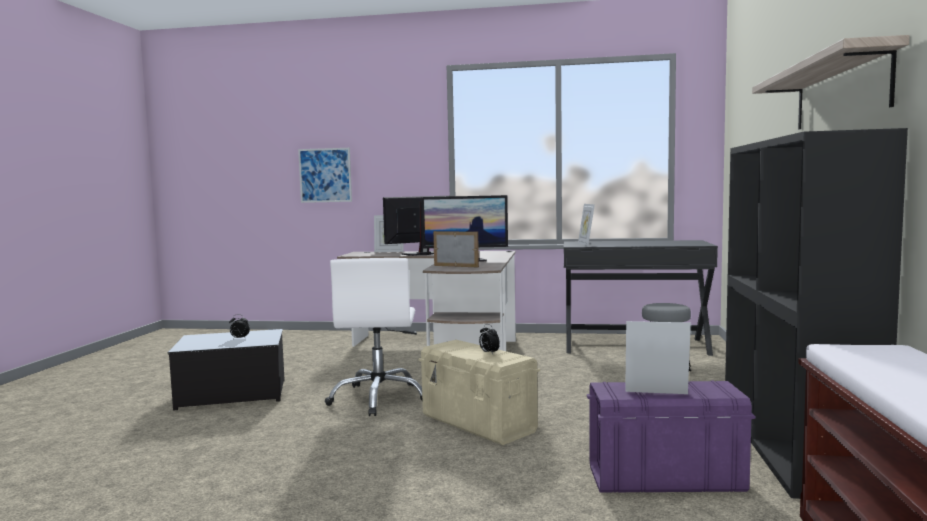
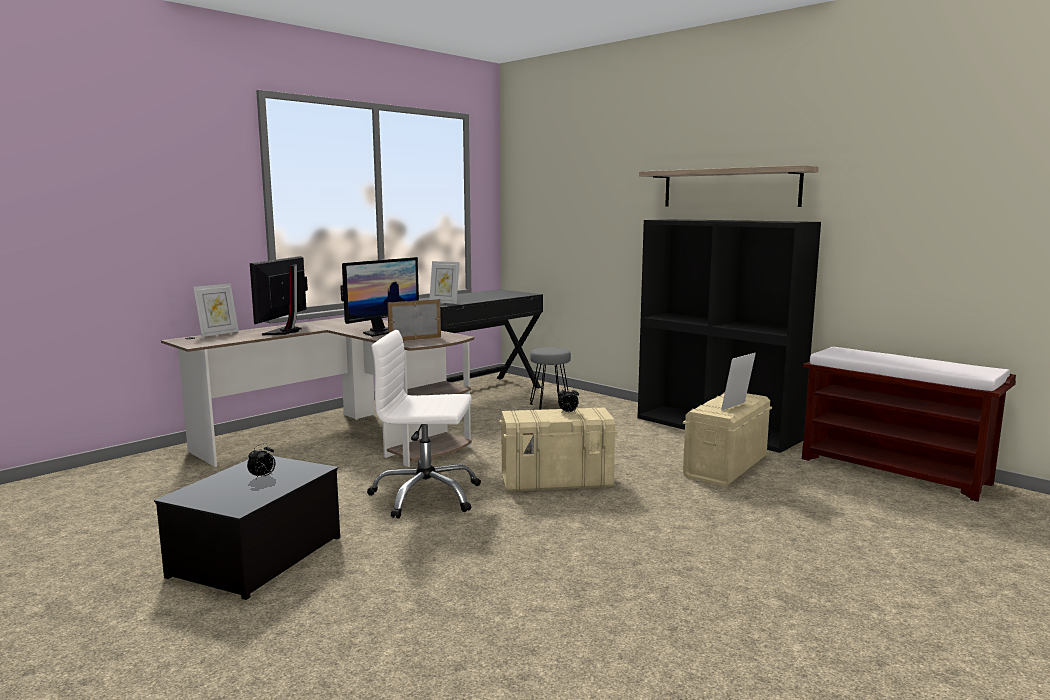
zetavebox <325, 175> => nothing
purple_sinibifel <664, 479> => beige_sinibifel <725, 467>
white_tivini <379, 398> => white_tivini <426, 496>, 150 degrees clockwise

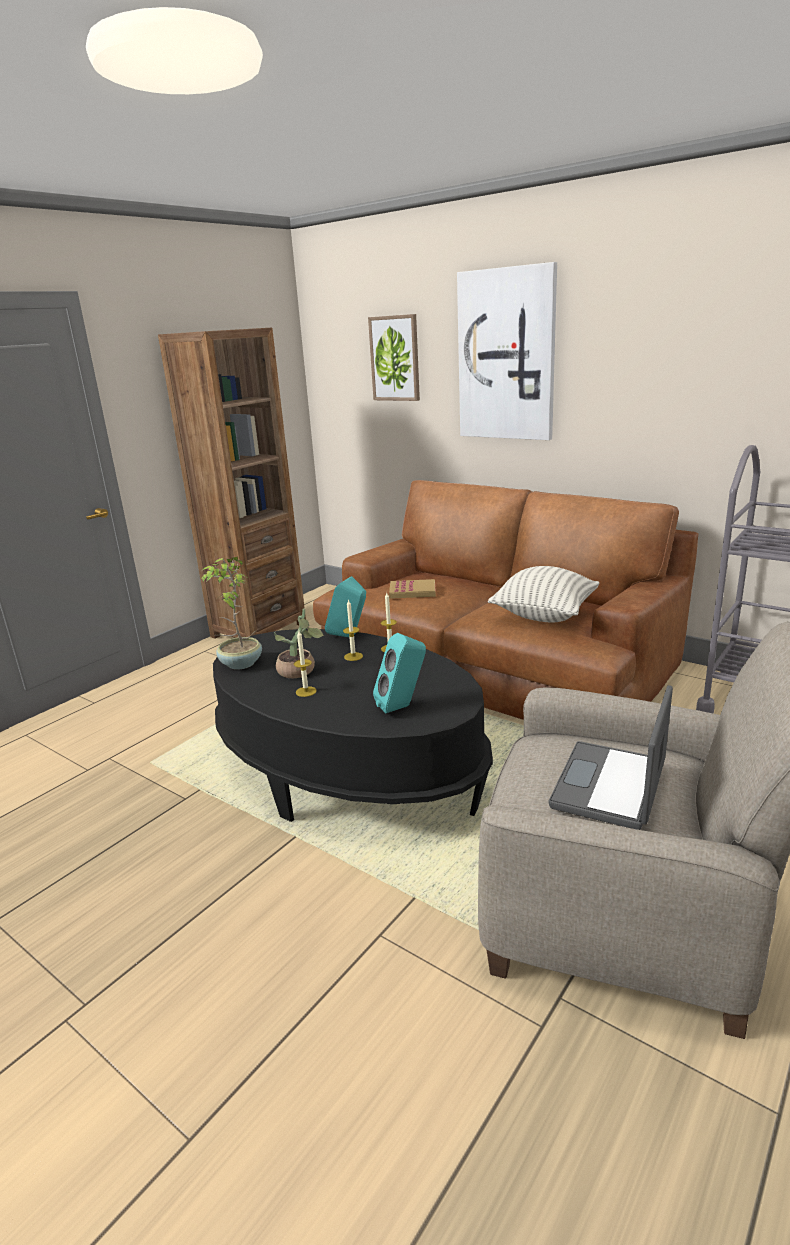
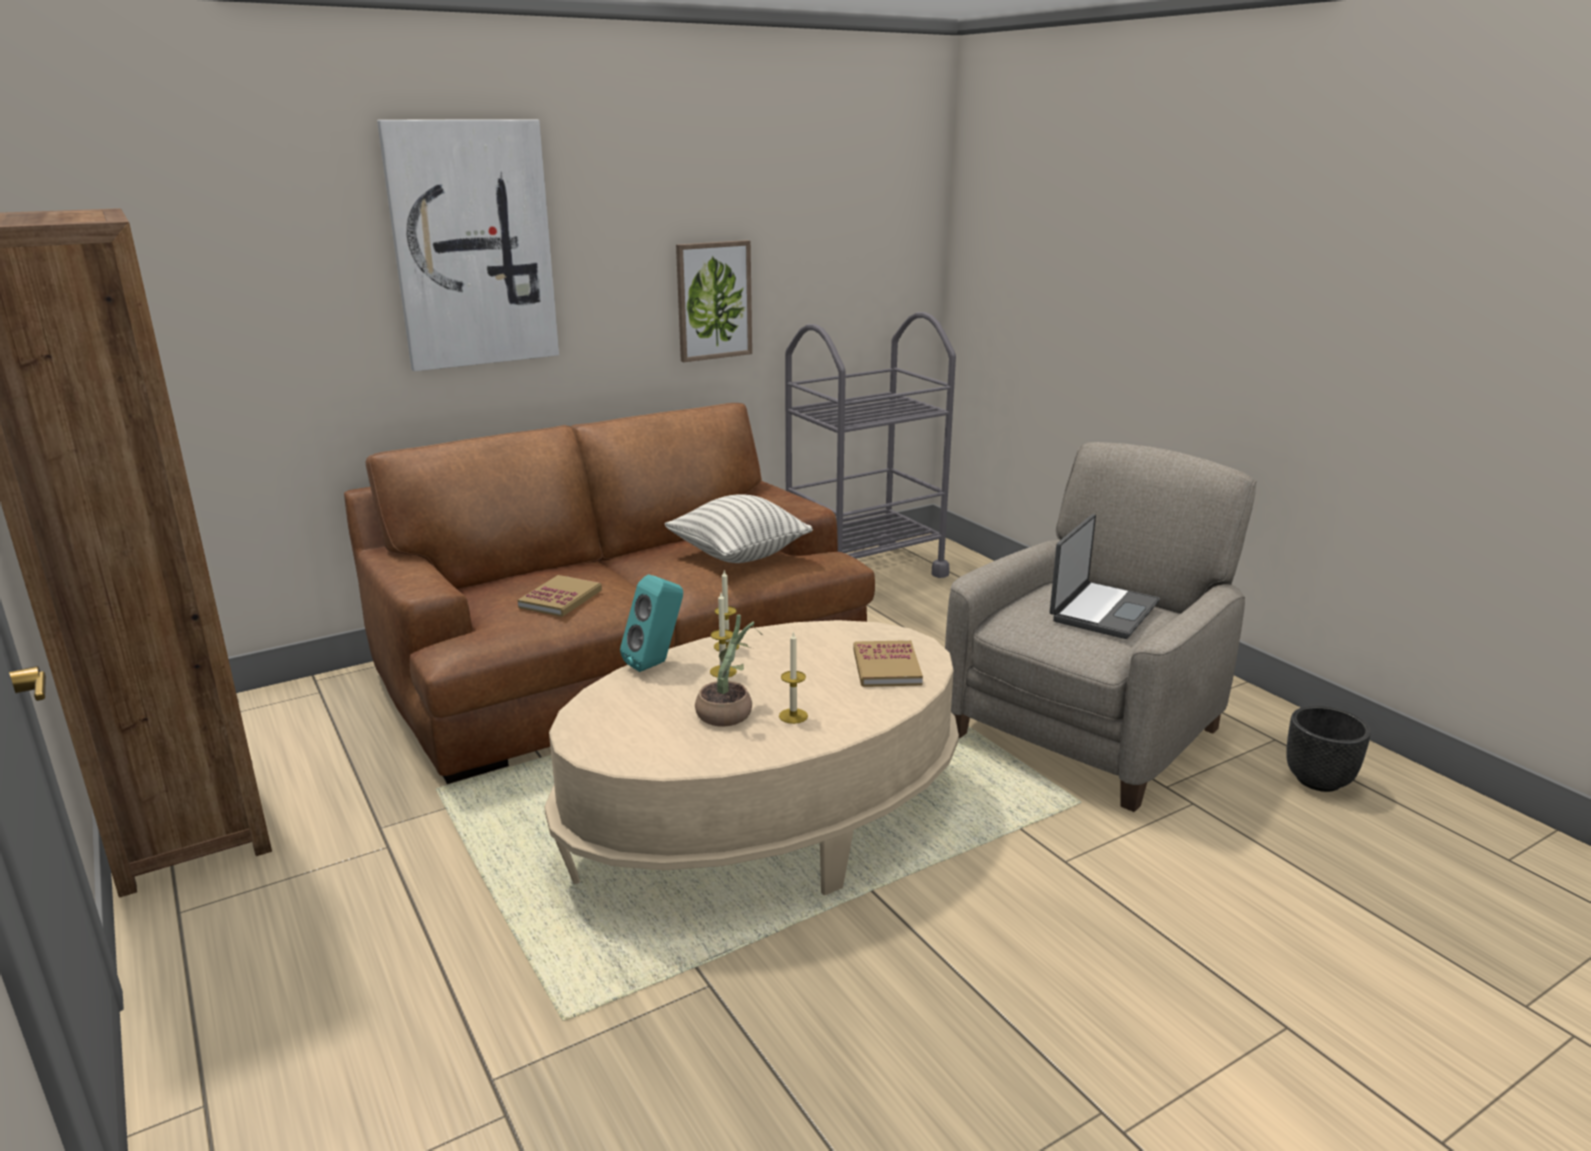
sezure <240, 664> => nothing
nothing => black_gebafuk <1319, 780>
zetavebox <395, 358> => zetavebox <713, 300>, moved
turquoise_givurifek <402, 707> => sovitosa <886, 667>
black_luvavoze <348, 772> => beige_luvavoze <765, 824>
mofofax <611, 786> => mofofax <1102, 611>, 105 degrees counterclockwise

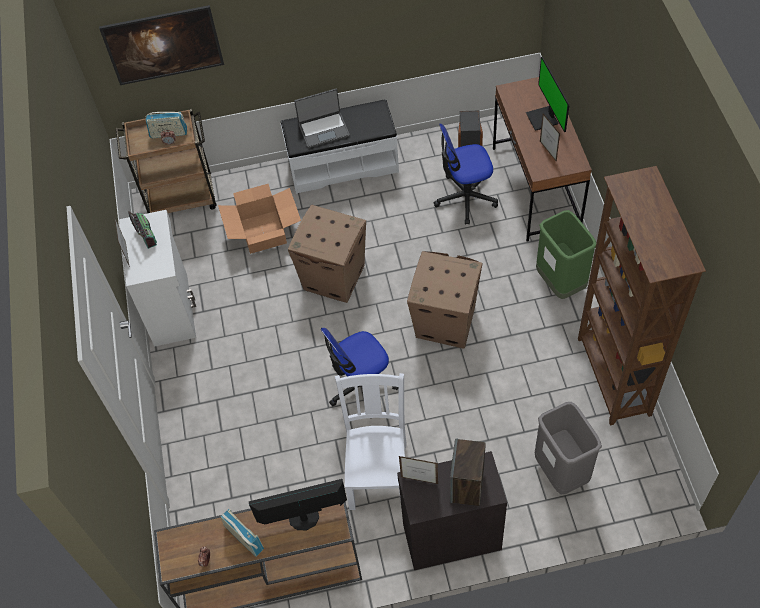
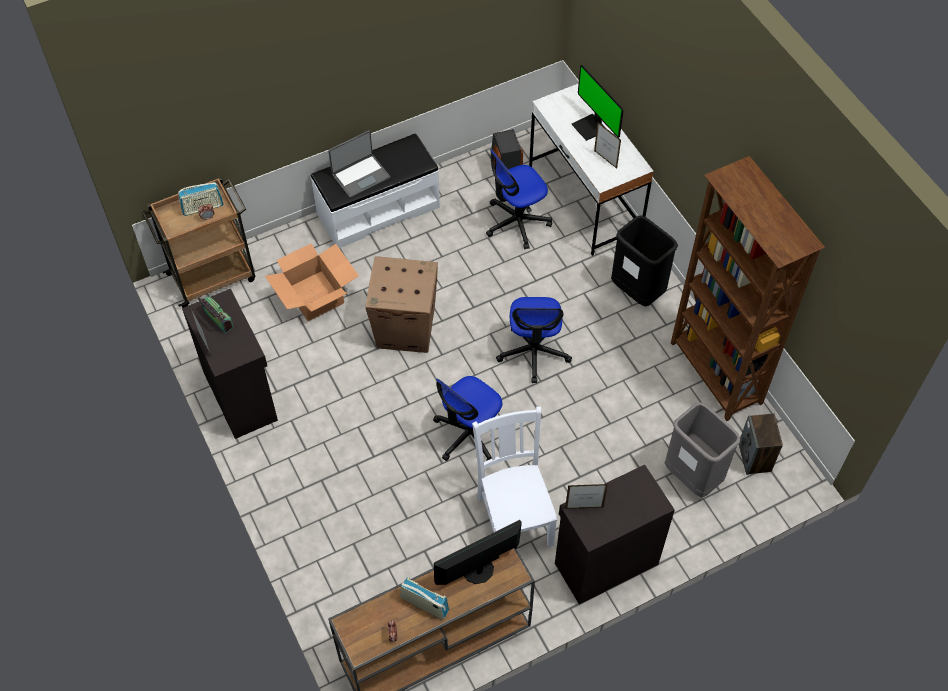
zetavebox <167, 59> => nothing
givurifek <467, 486> => givurifek <755, 458>, moved
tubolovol <444, 322> => tivini <533, 352>
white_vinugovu <172, 308> => black_vinugovu <241, 395>
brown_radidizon <535, 188> => white_radidizon <584, 200>
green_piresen <560, 283> => black_piresen <637, 291>

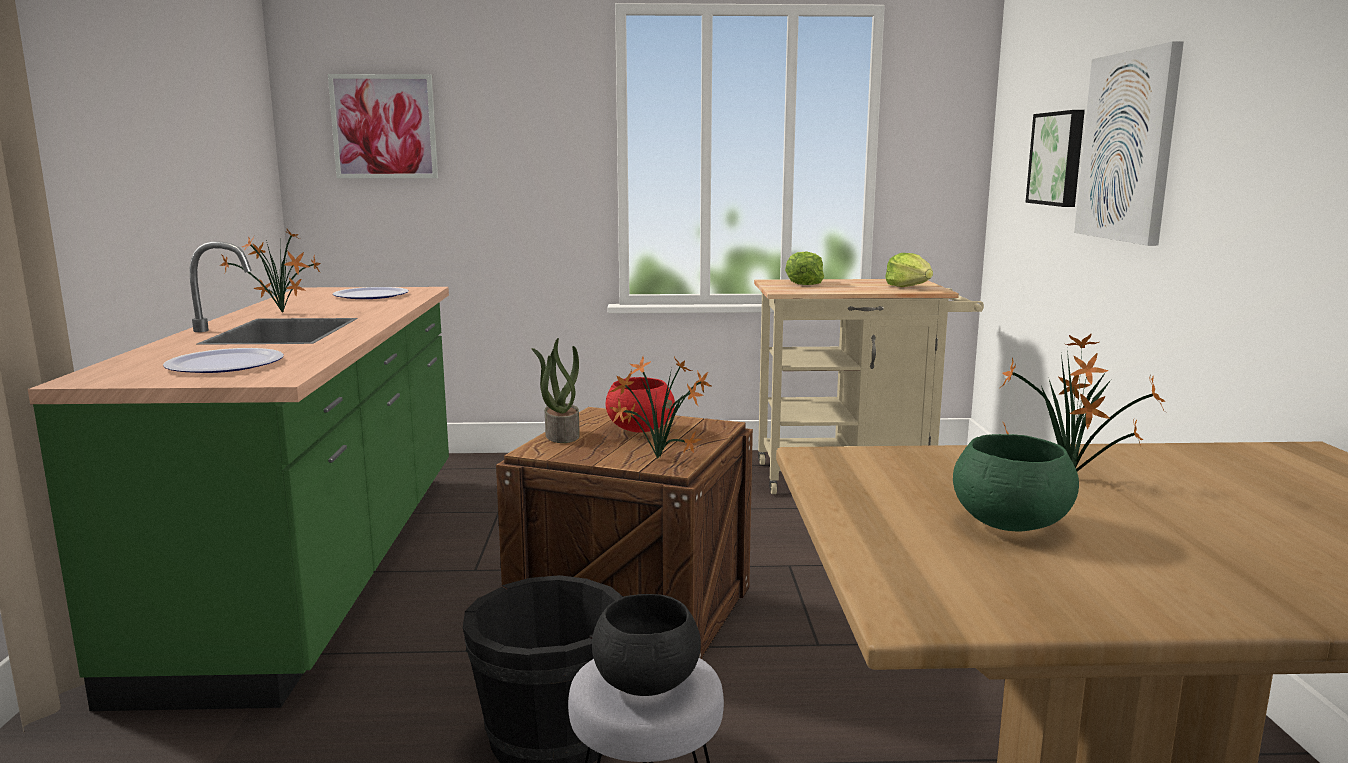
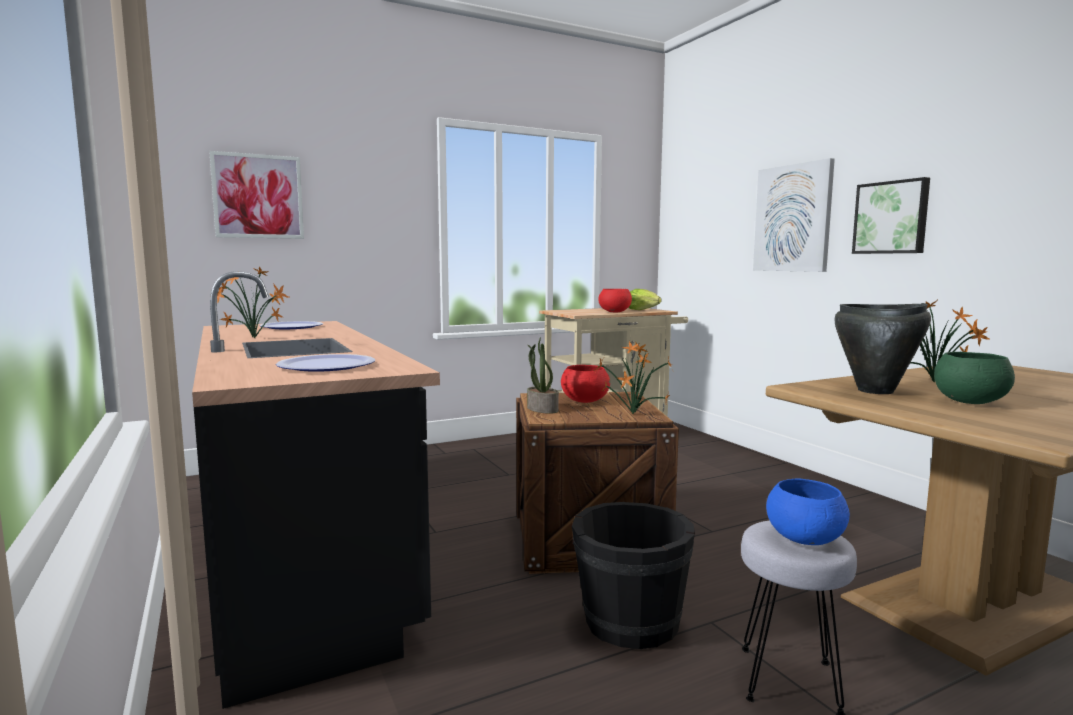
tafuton <804, 283> => nothing
nothing => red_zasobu <615, 312>
nothing => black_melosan <876, 391>
zetavebox <1058, 158> => zetavebox <891, 217>, moved
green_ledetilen <321, 565> => black_ledetilen <302, 552>
black_zasobu <645, 683> => blue_zasobu <803, 539>

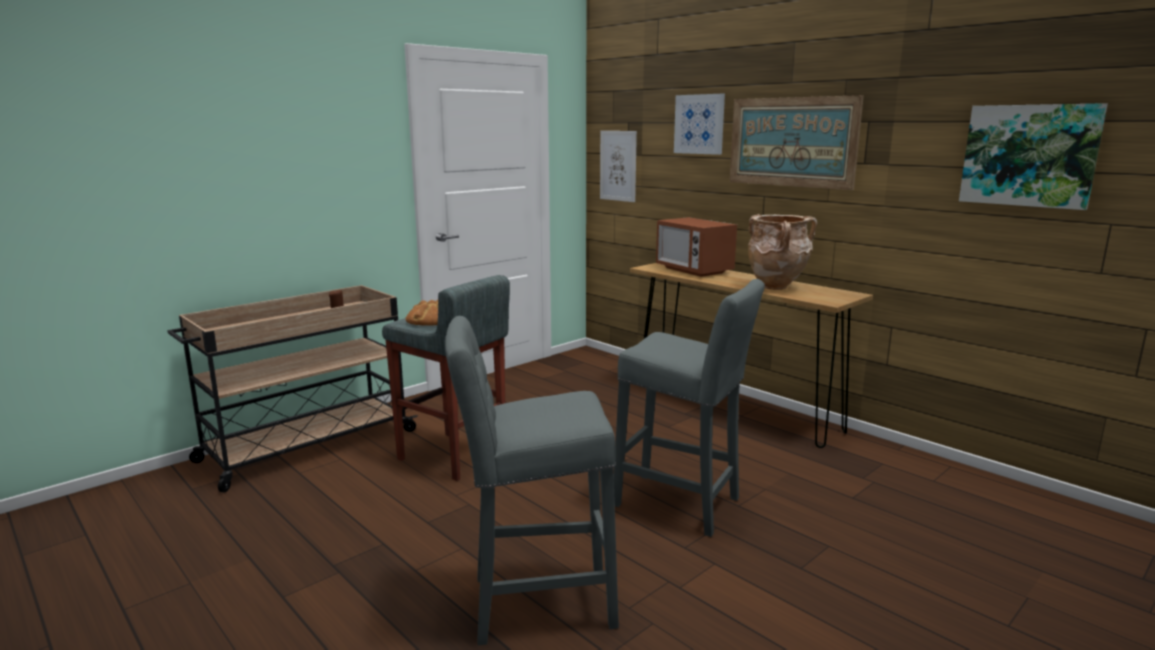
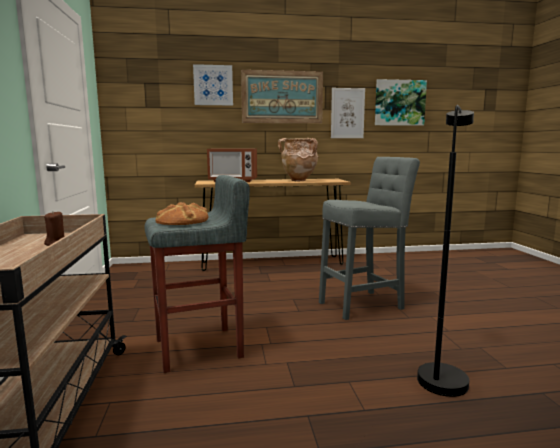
zetavebox <618, 166> => zetavebox <347, 113>, moved
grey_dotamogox <534, 603> => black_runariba <441, 375>

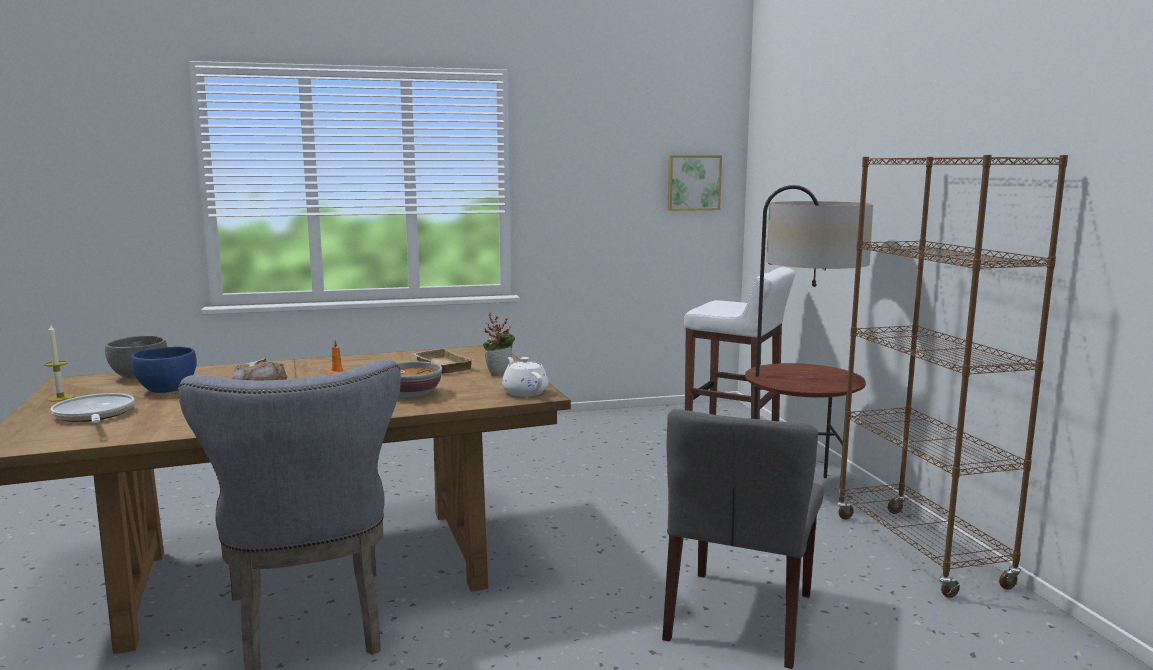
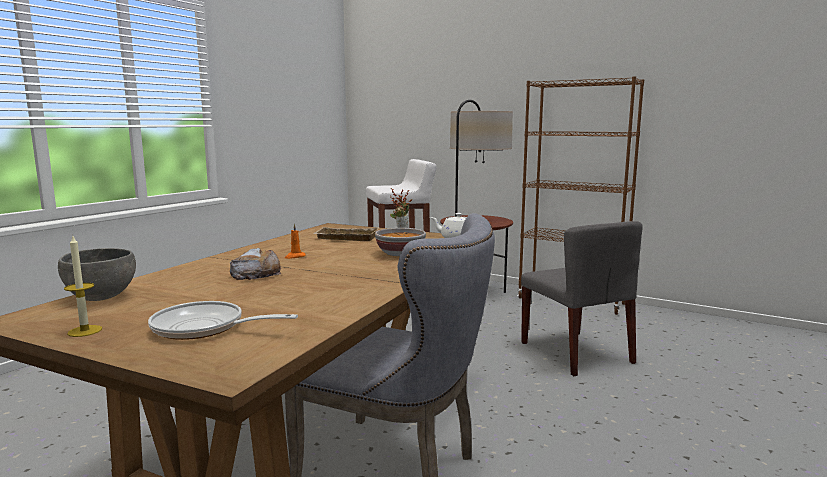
blue_zasobu <167, 390> => nothing
zetavebox <693, 182> => nothing

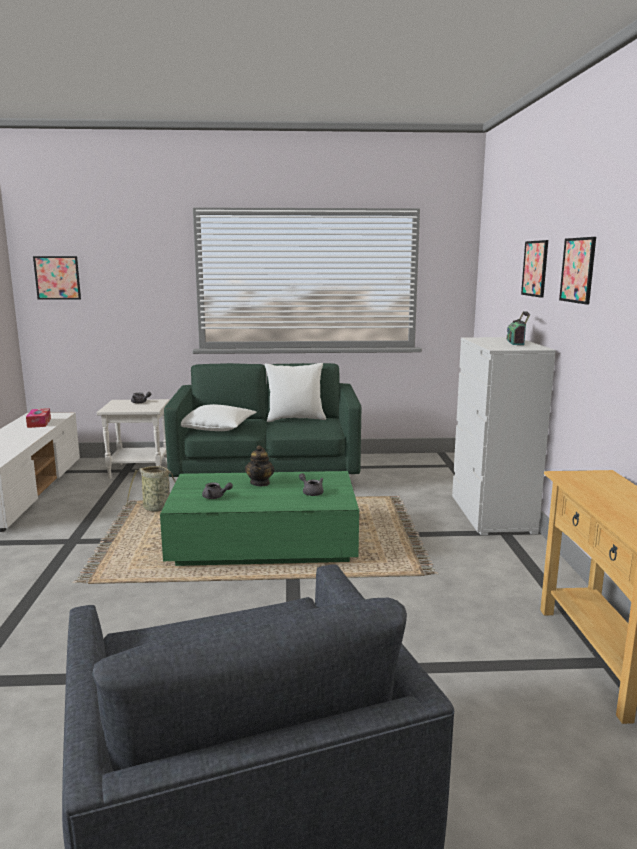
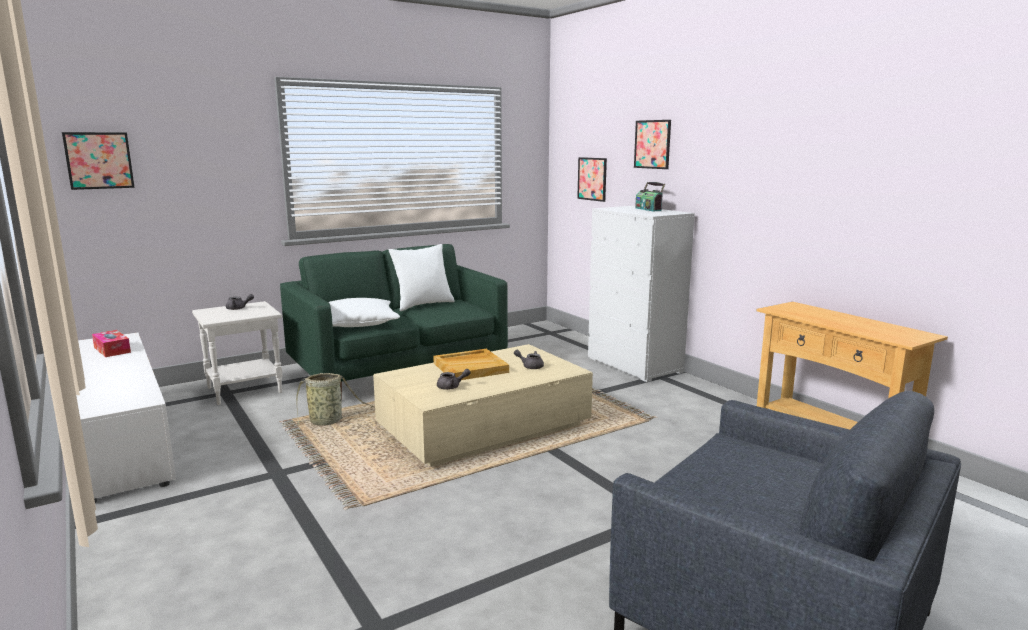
zetavebox <578, 270> => zetavebox <592, 179>, moved
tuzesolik <260, 483> => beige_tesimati <471, 367>
green_luvavoze <264, 543> => beige_luvavoze <484, 427>

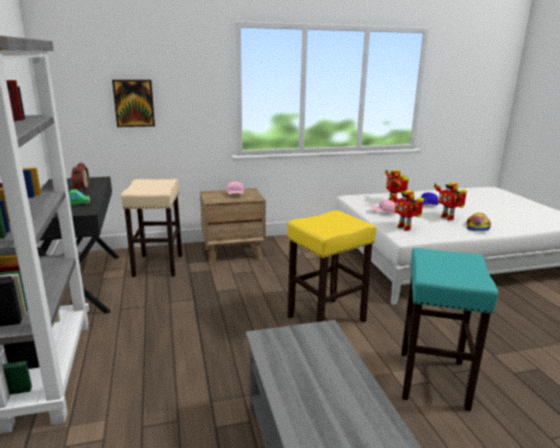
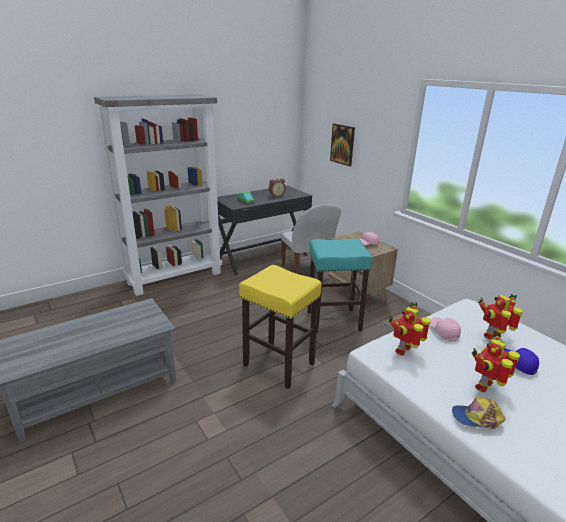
turquoise_dotamogox <433, 380> => turquoise_dotamogox <333, 321>, moved
beige_dotamogox <158, 266> => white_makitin <307, 272>

